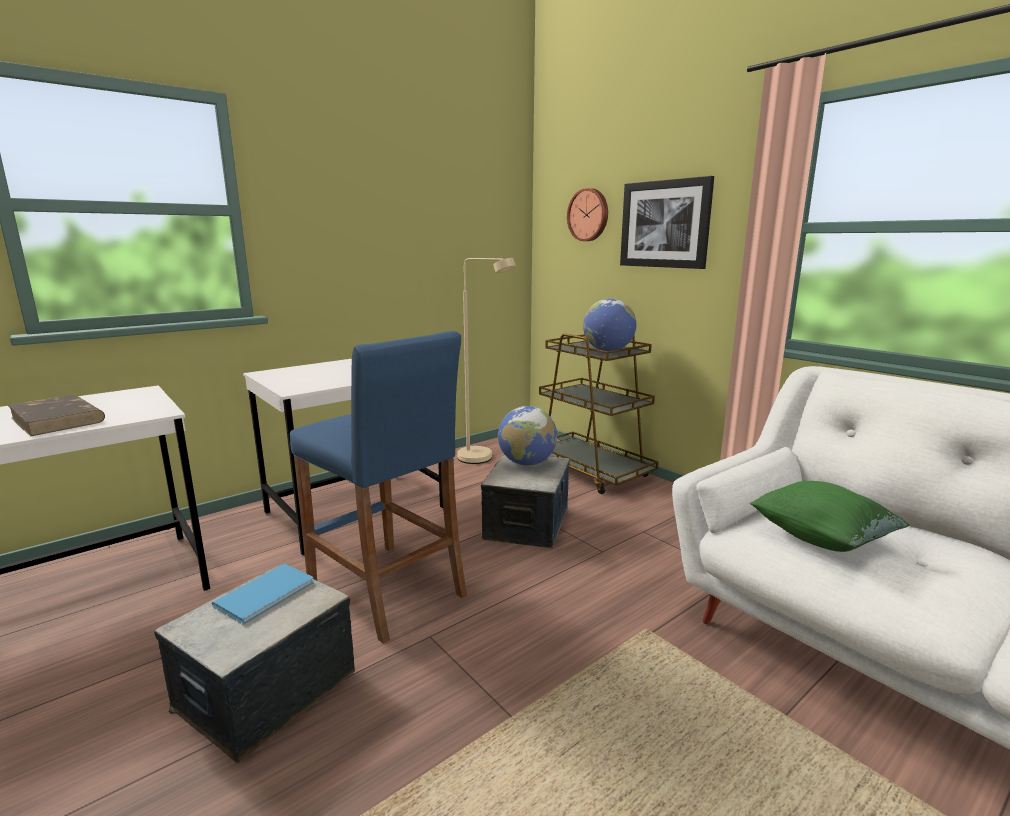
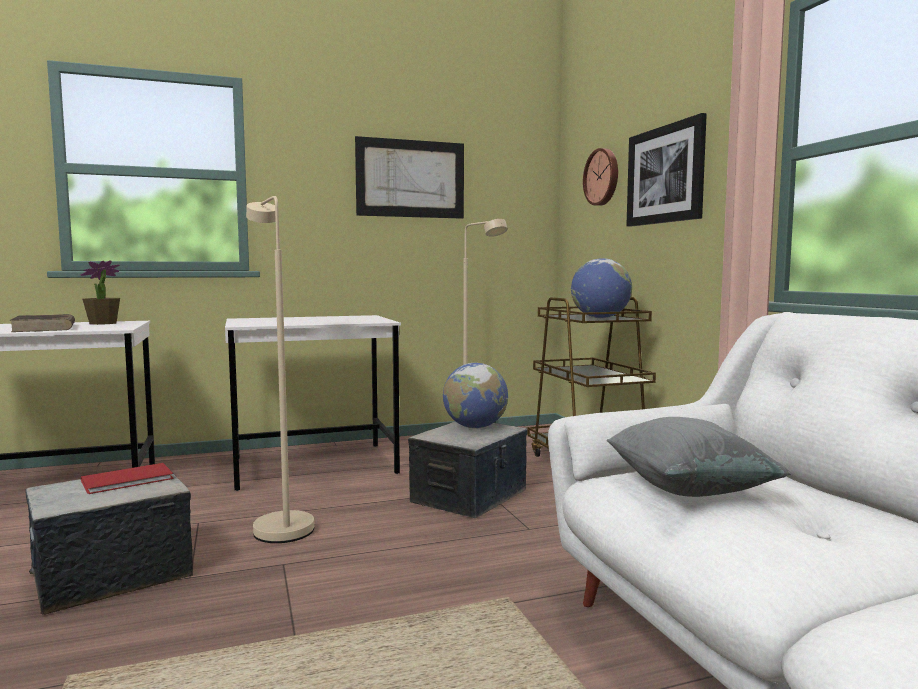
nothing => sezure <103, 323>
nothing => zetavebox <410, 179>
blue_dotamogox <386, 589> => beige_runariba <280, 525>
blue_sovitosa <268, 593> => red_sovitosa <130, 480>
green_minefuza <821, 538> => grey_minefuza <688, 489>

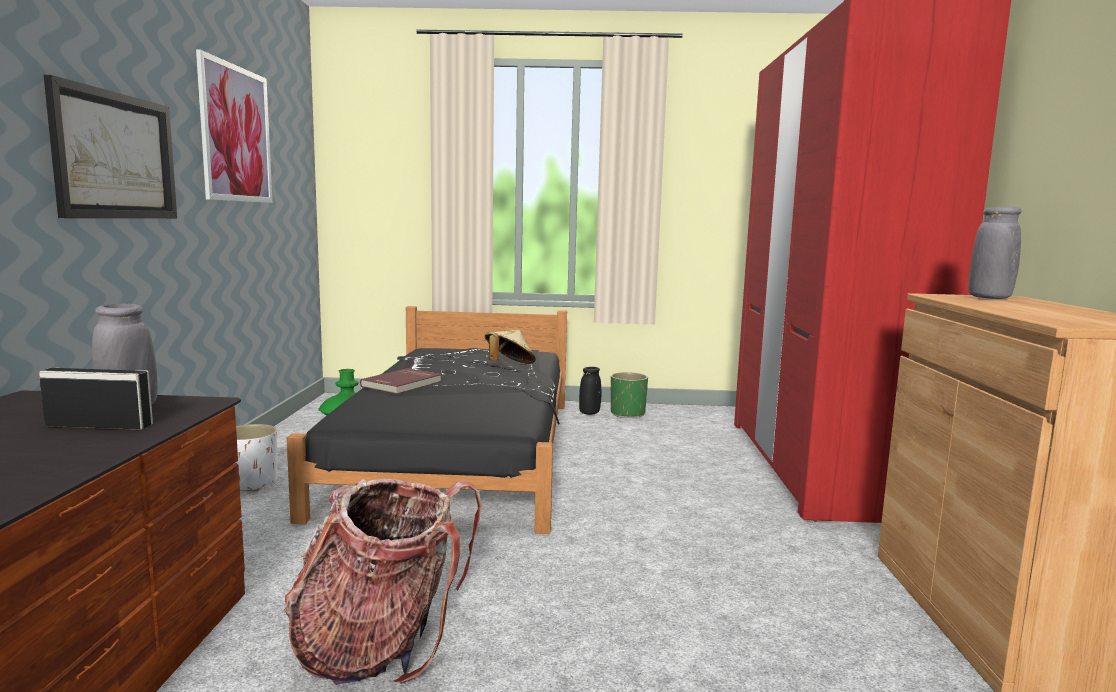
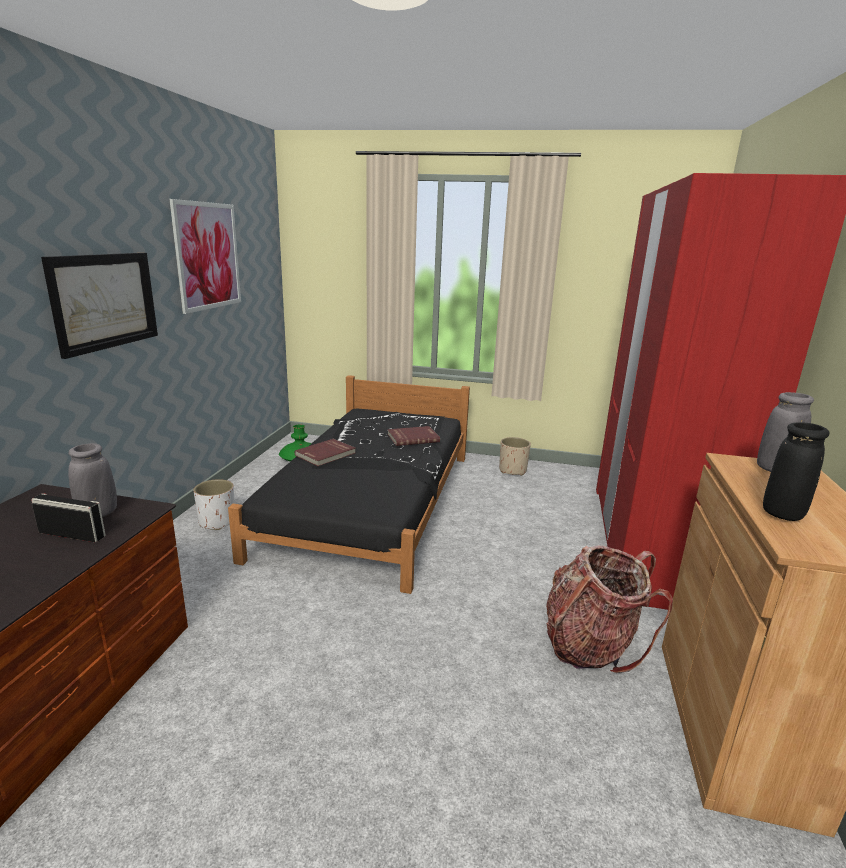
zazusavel <382, 647> => zazusavel <590, 645>, moved
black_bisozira <589, 413> => black_bisozira <782, 514>, moved
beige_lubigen <509, 366> => red_sovitosa <413, 438>
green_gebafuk <627, 413> => beige_gebafuk <512, 470>

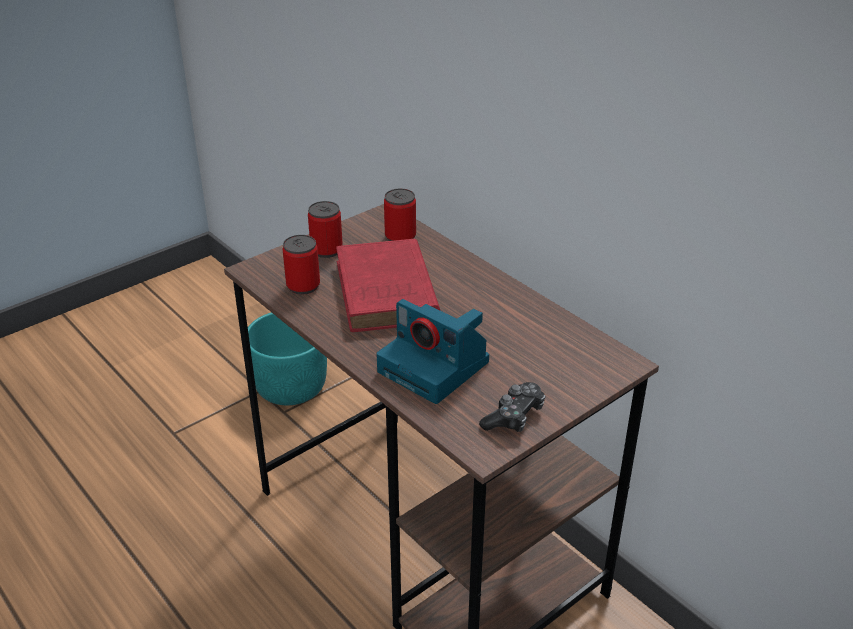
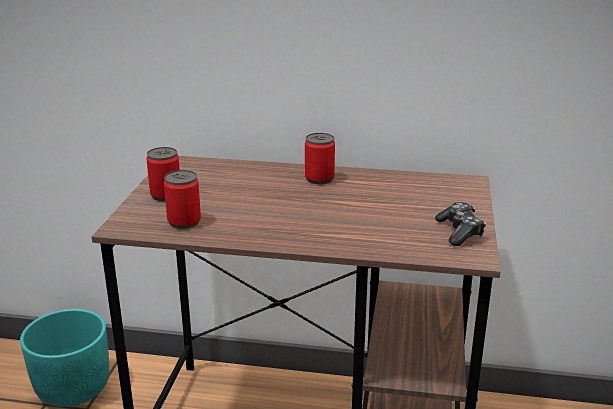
red_sovitosa <386, 294> => nothing
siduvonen <436, 367> => nothing
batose <400, 236> => batose <319, 179>, moved

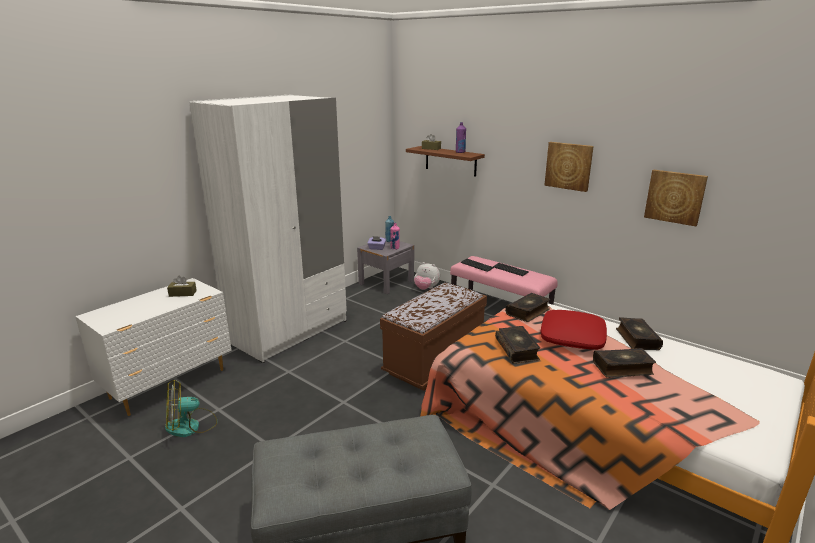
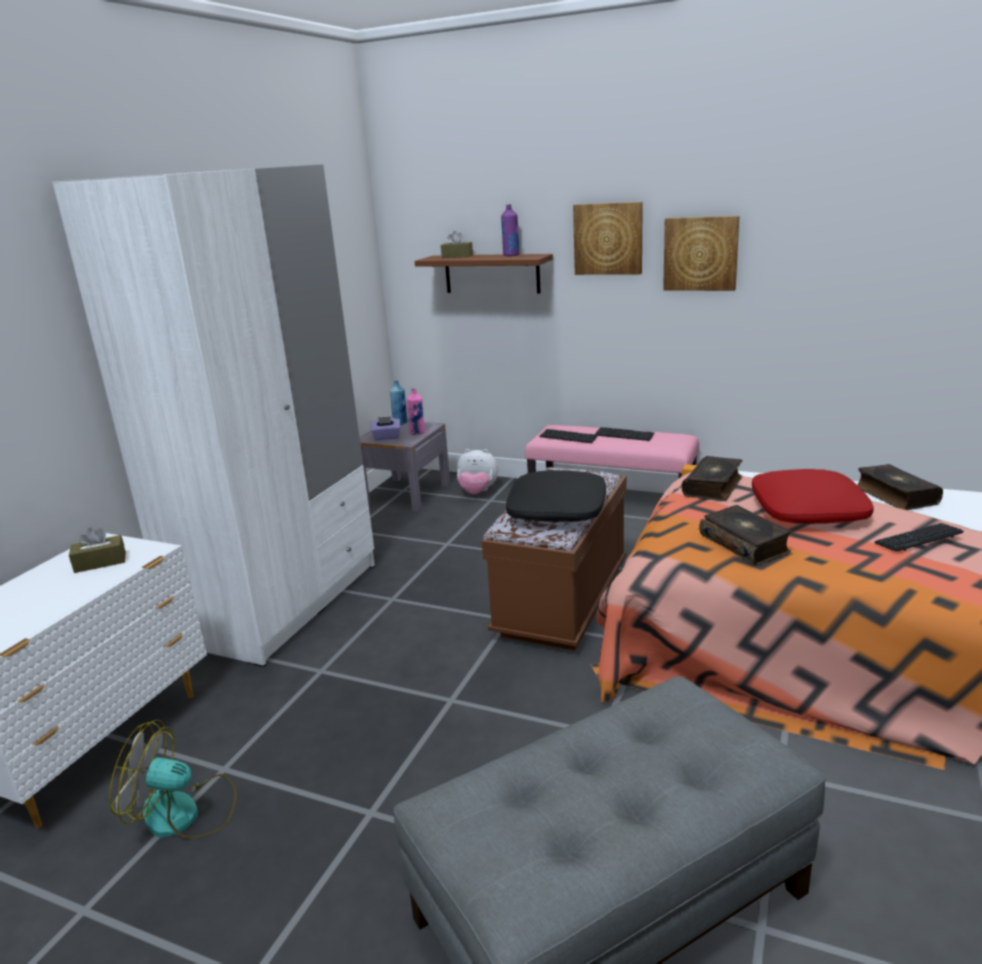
nothing => black_minefuza <558, 509>
zetavebox <675, 197> => zetavebox <608, 238>, moved
sovitosa <622, 368> => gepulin <918, 539>
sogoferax <191, 426> => sogoferax <184, 814>, 45 degrees clockwise

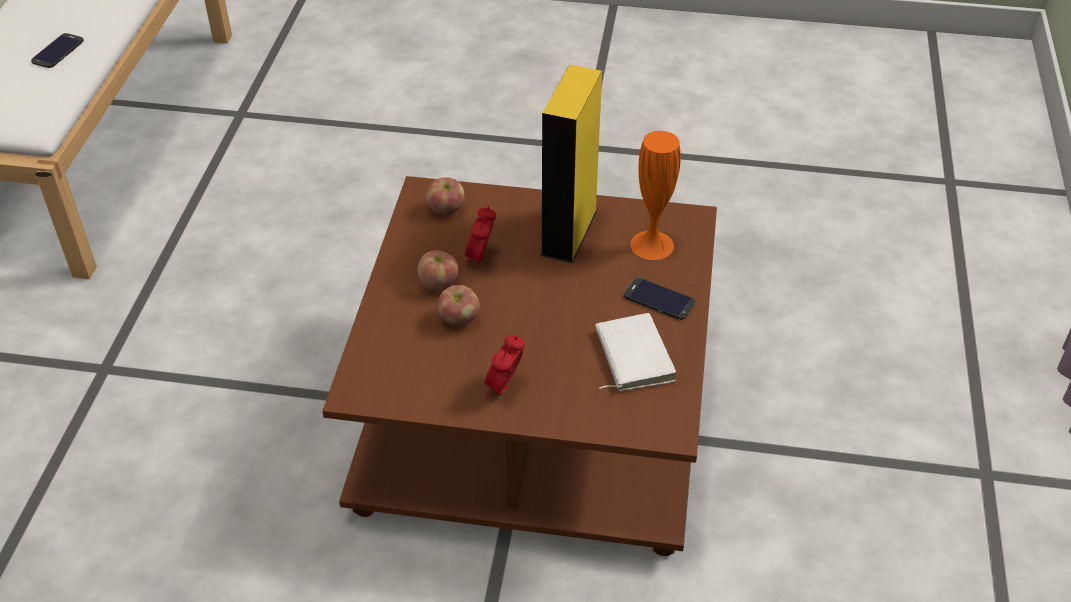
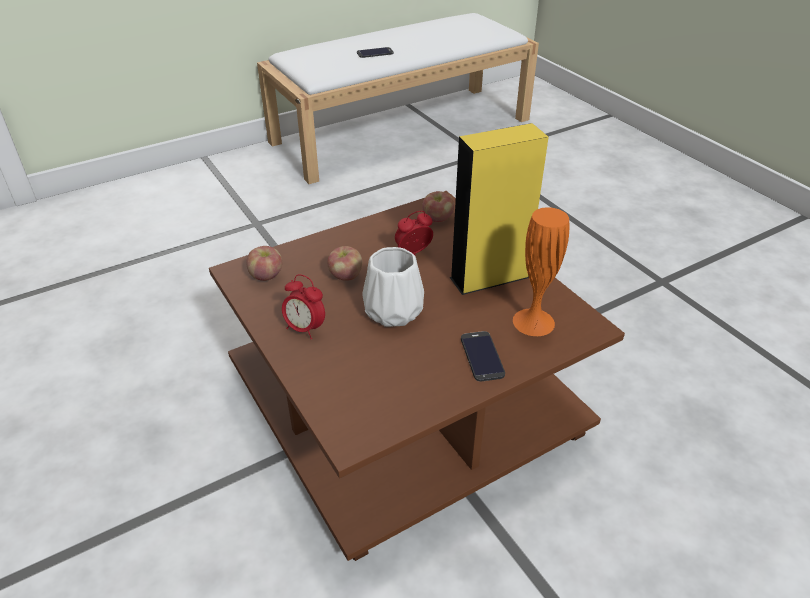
white_sovitosa <631, 356> => nothing
nothing => white_bisozira <392, 312>
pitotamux <438, 284> => pitotamux <266, 276>, moved
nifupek <504, 387> => nifupek <305, 329>, 135 degrees counterclockwise

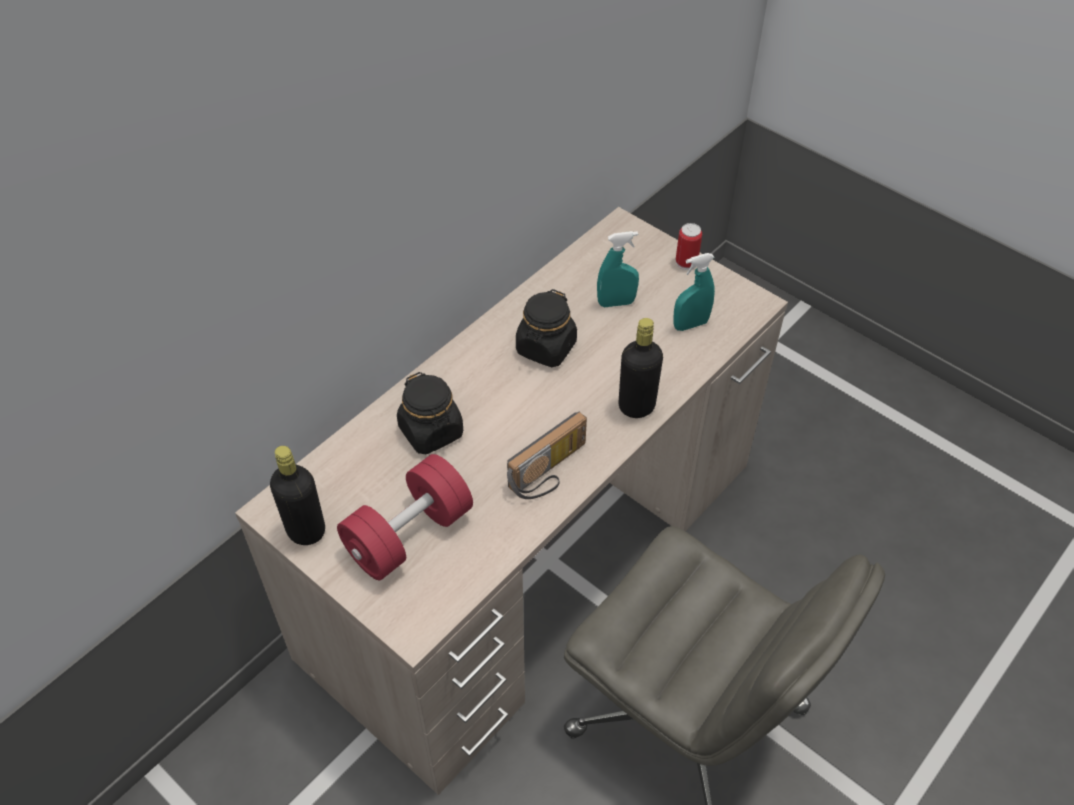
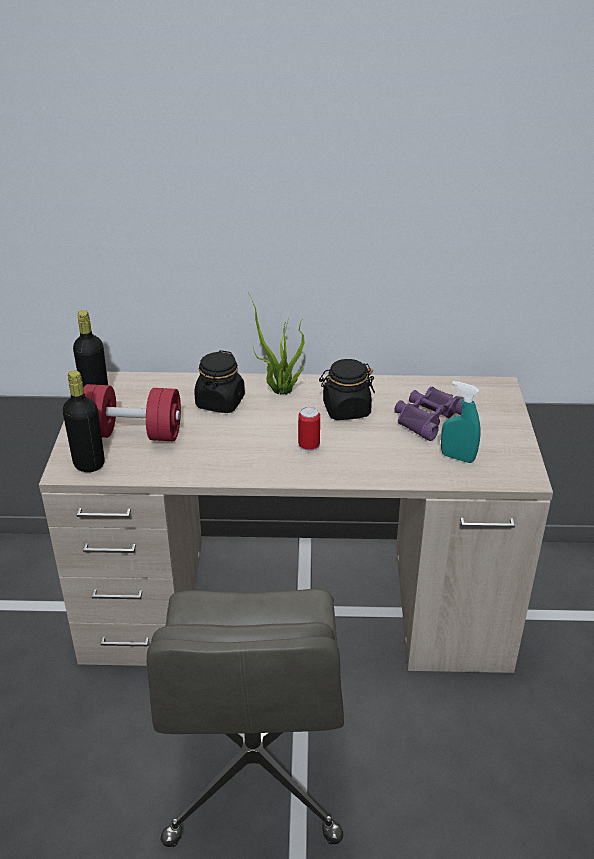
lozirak <551, 472> => nothing
nothing => sezure <280, 391>
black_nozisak <636, 406> => black_nozisak <89, 464>, moved
batose <686, 262> => batose <309, 446>, moved
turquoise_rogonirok <616, 303> => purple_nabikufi <427, 417>

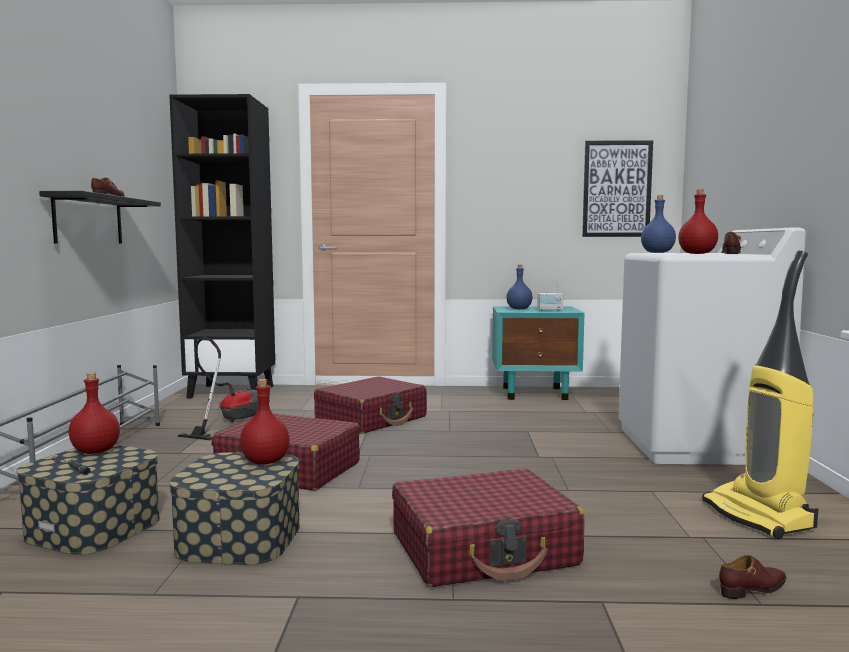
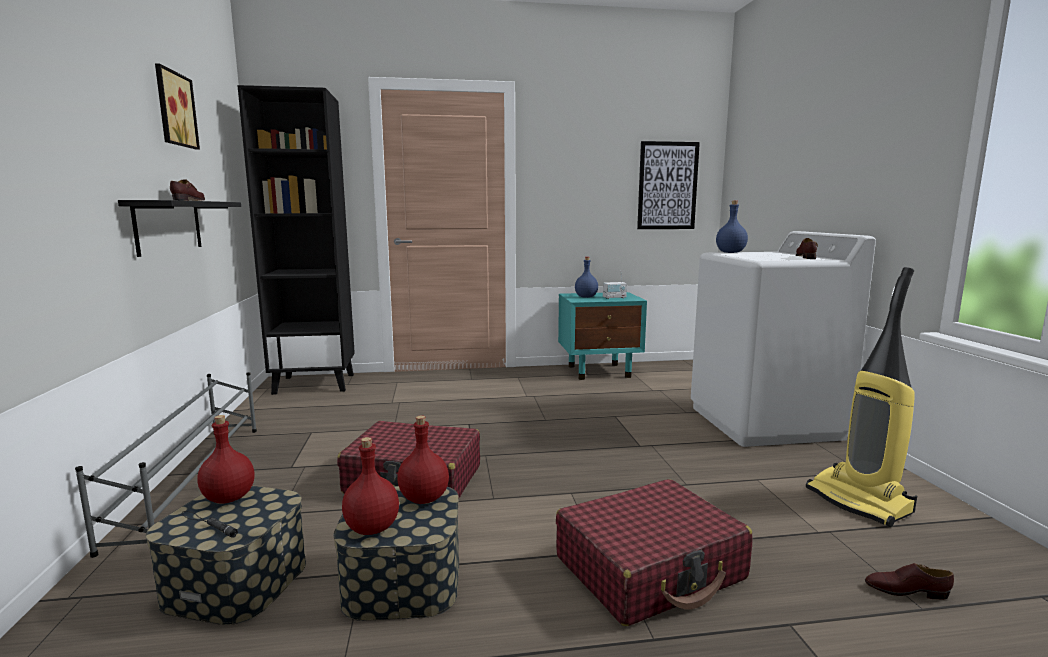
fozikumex <230, 421> => nothing
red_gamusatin <372, 419> => nothing
nothing => zetavebox <173, 109>
red_nozisak <696, 253> => red_nozisak <371, 528>, moved
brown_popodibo <753, 589> => brown_popodibo <906, 590>, 135 degrees counterclockwise

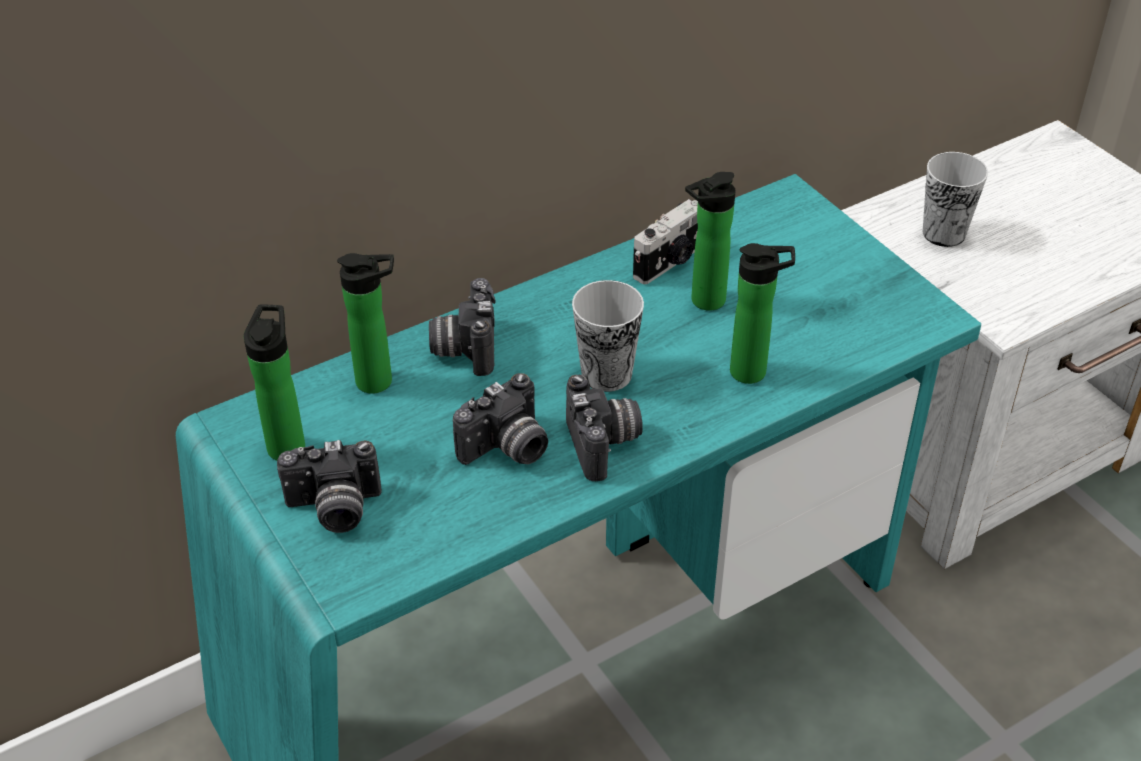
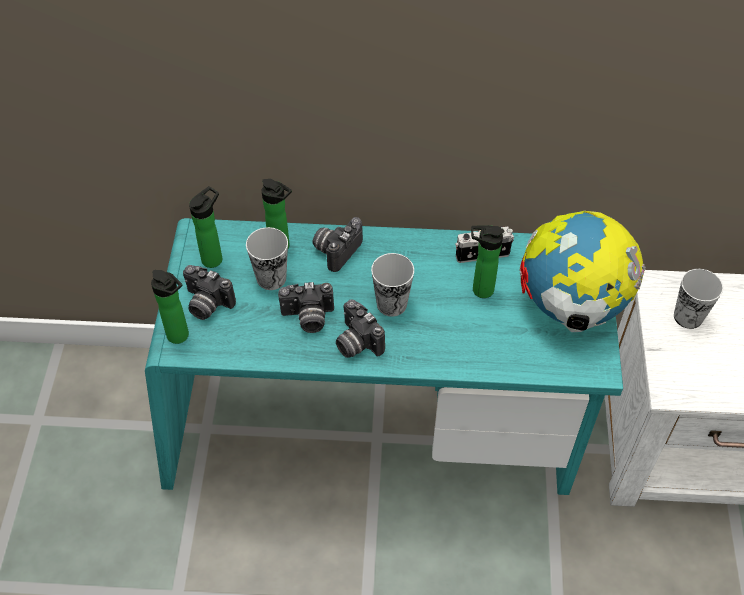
nothing => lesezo <271, 278>
nothing => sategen <571, 305>
nozisak <754, 372> => nozisak <180, 337>, moved
siduvonen <605, 444> => siduvonen <356, 343>, 120 degrees clockwise

